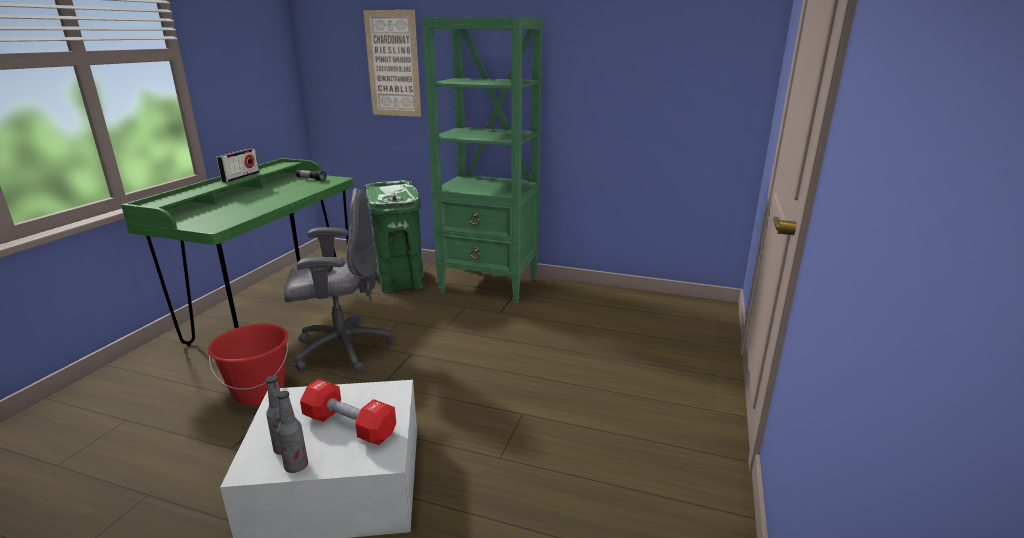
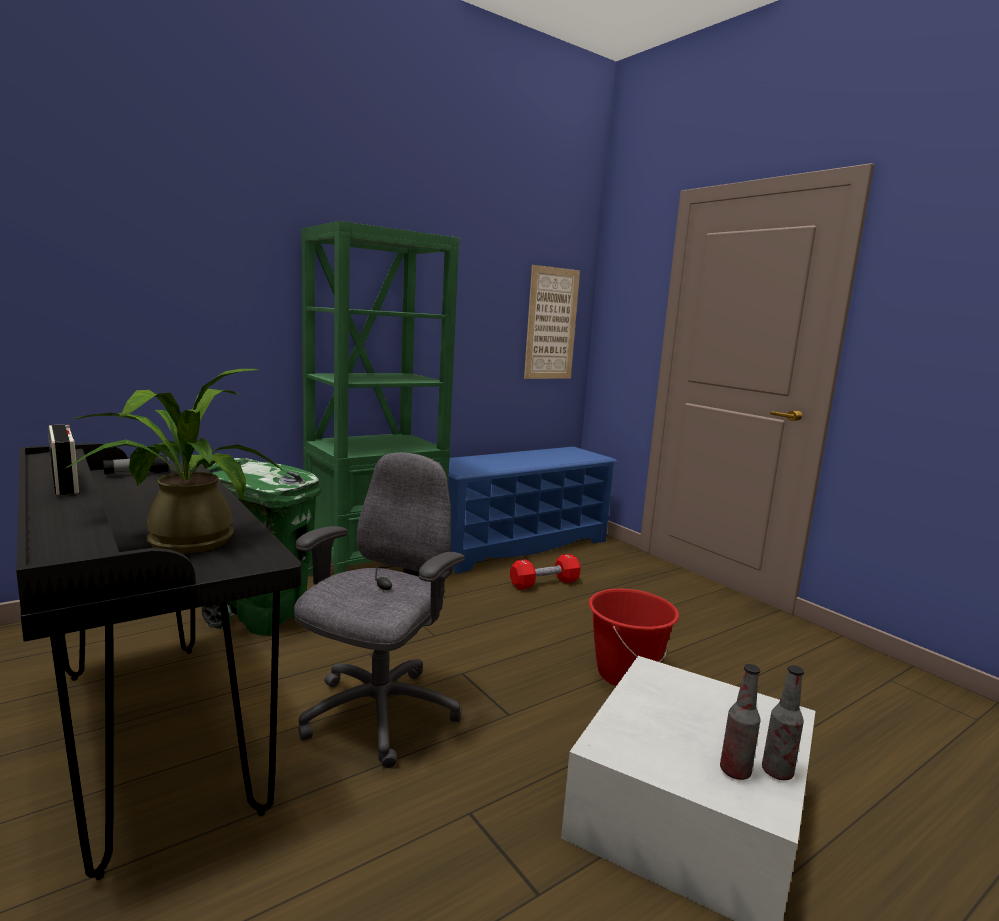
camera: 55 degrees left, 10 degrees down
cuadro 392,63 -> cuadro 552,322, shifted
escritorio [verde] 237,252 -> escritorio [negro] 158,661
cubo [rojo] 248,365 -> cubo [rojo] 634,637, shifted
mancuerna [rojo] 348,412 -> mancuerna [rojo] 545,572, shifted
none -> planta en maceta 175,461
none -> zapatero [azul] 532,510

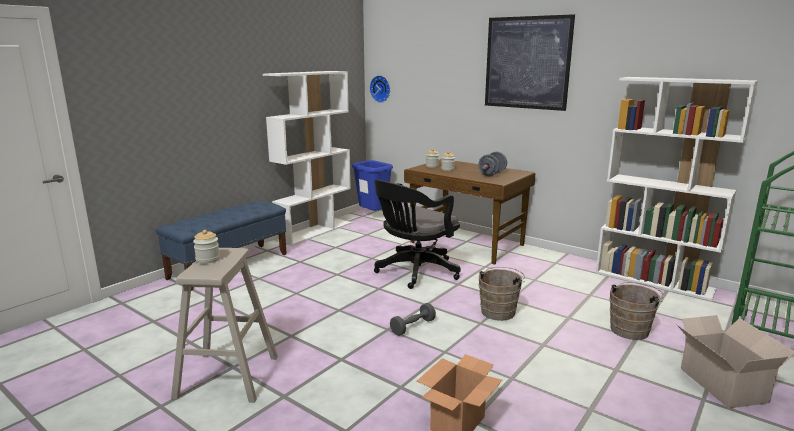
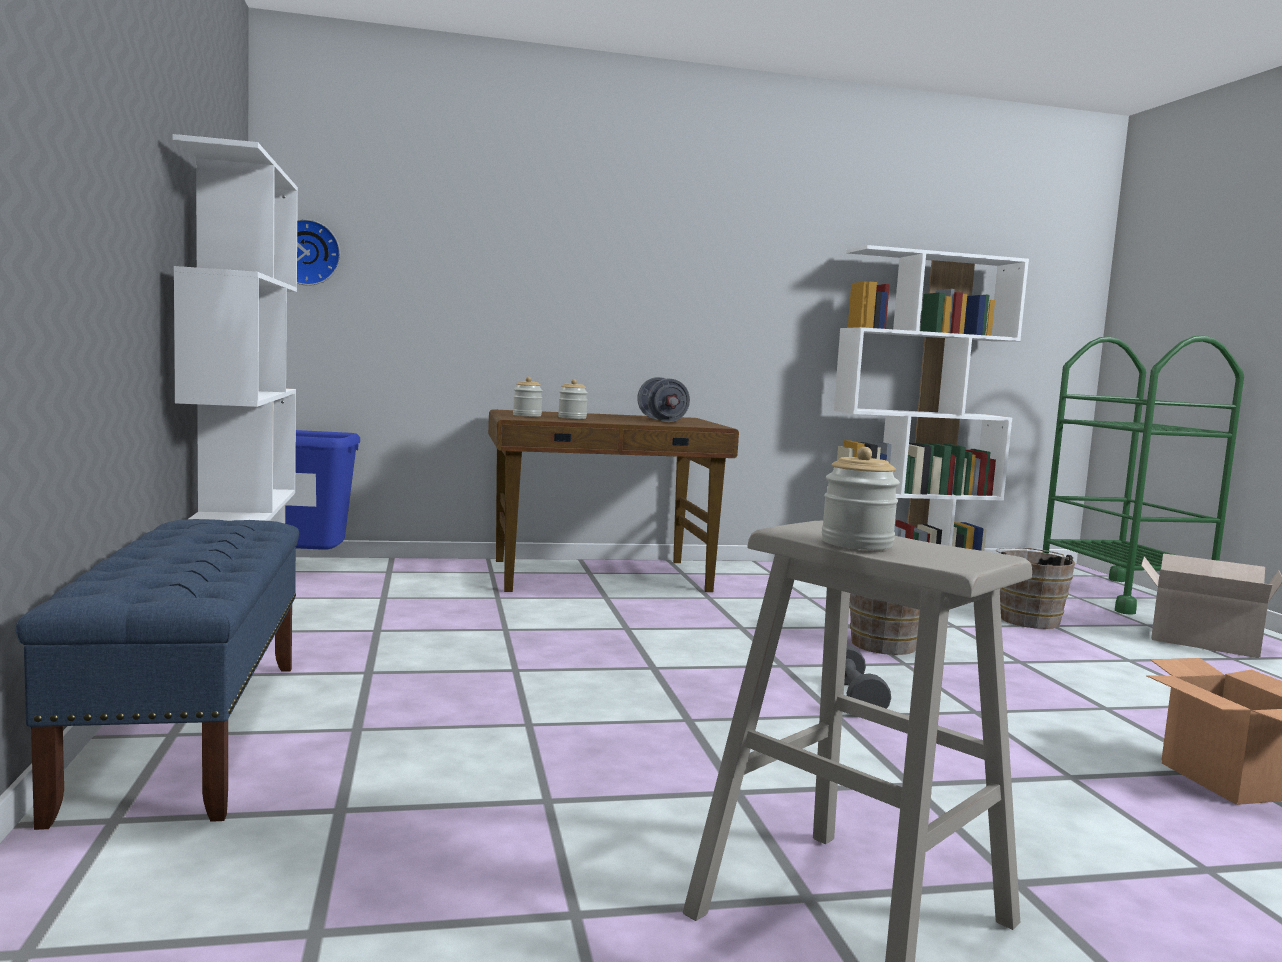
camera: 50 degrees left, 10 degrees down
cuadro 530,62 -> none
silla de oficina [negro] 417,234 -> none

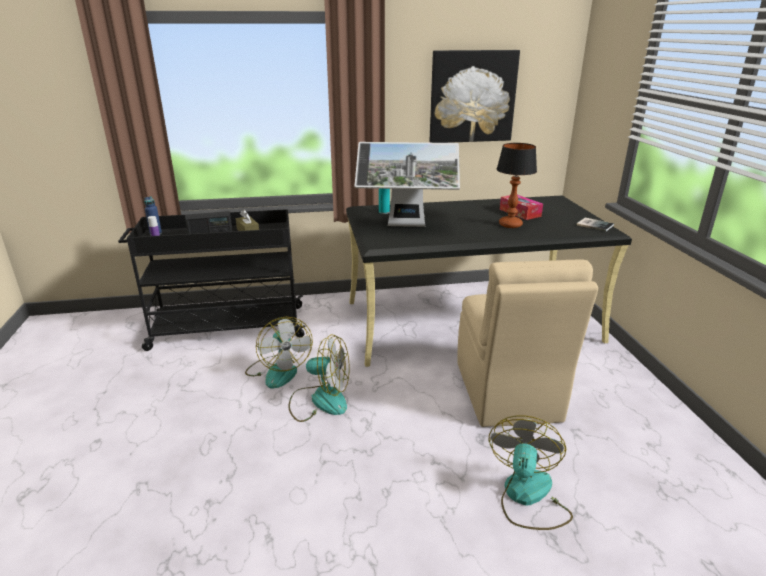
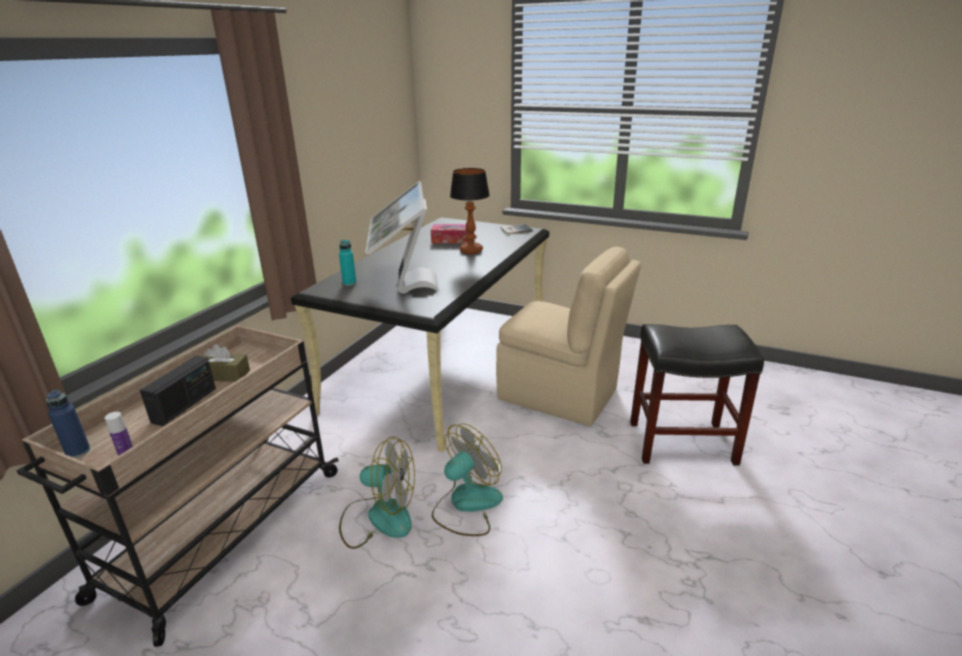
camera: 55 degrees left, 0 degrees up
cuadro 474,96 -> none
monitor 407,184 -> monitor 402,237, 135 degrees clockwise
carrito [negro] 212,280 -> carrito [beis] 178,486
ventilador 531,473 -> taburete [negro] 697,395

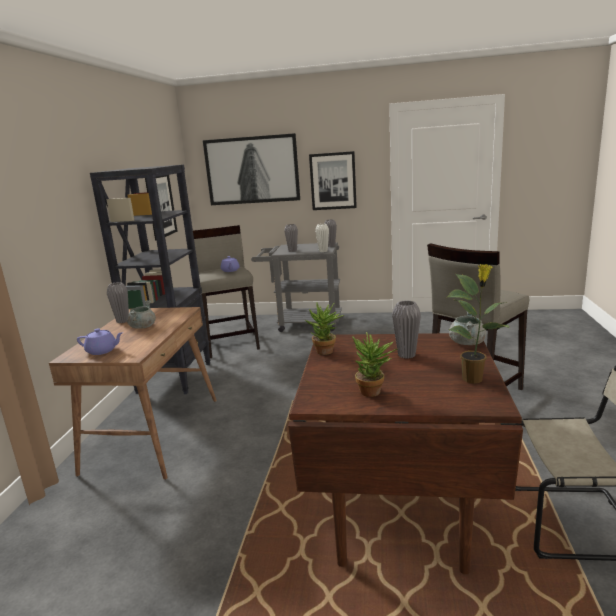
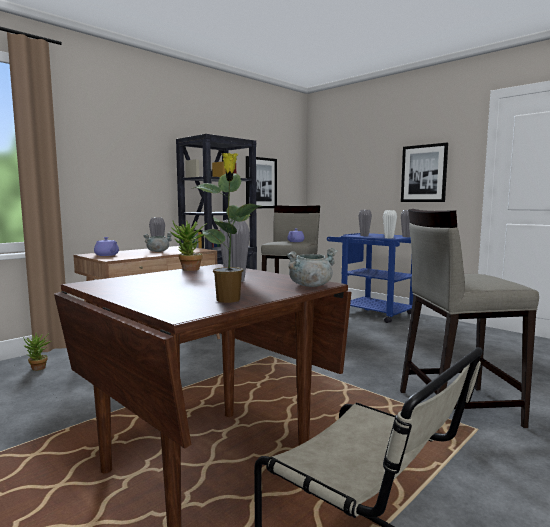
camera: 35 degrees right, 10 degrees down
cuadro 251,169 -> none
carrito [gris] 296,287 -> carrito [azul] 370,278
planta en maceta 374,364 -> planta en maceta 37,352, shifted

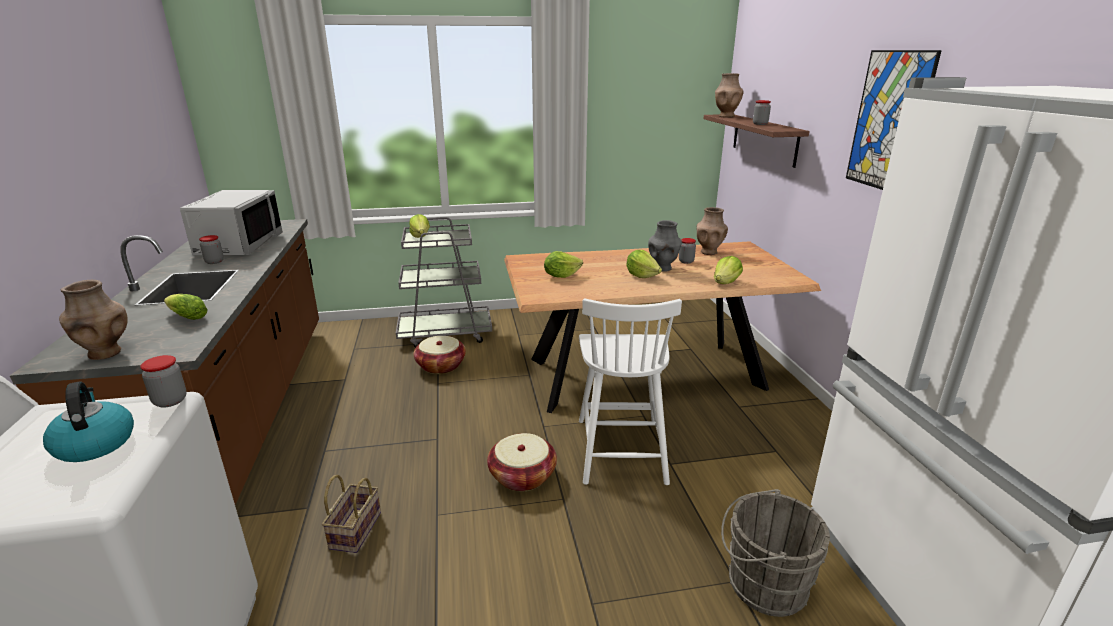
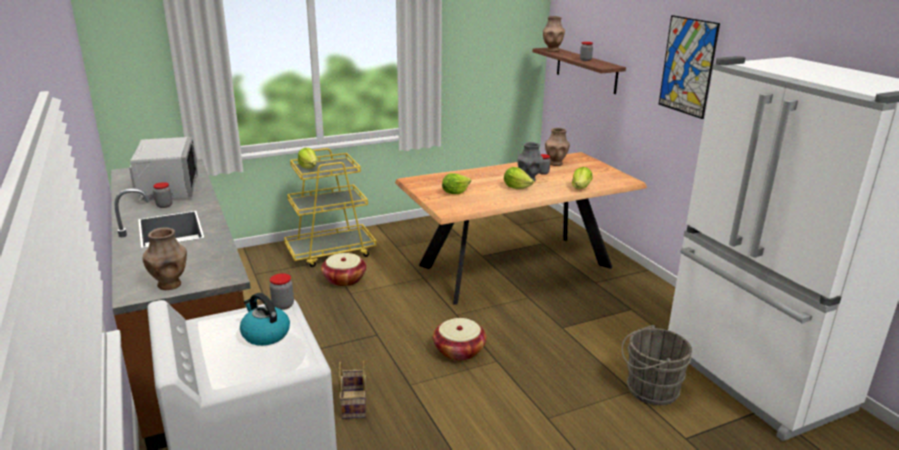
camera: 15 degrees left, 0 degrees up
carrito [gris] 444,282 -> carrito [amarillo] 330,207
lechuga 186,307 -> none
silla [blanco] 630,391 -> none

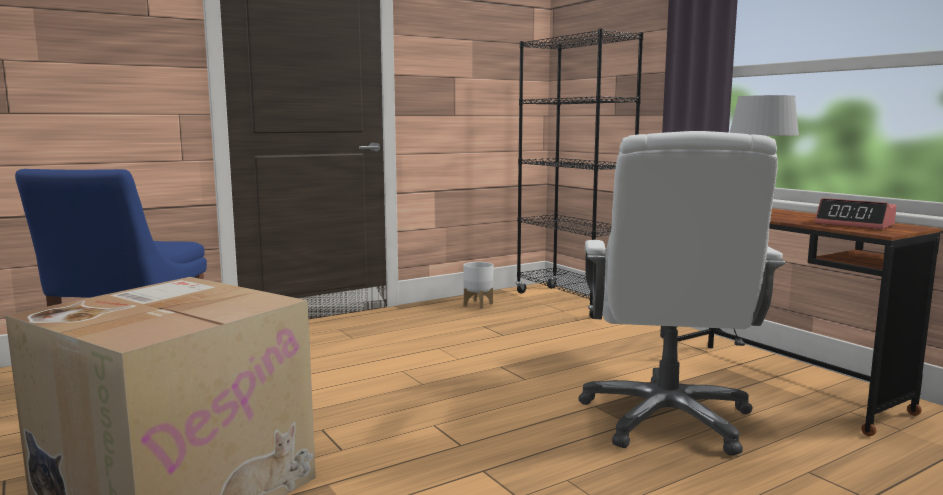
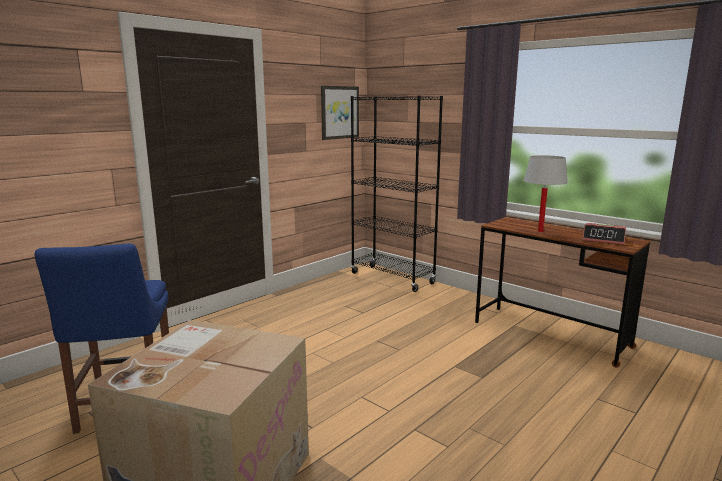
camera: 15 degrees left, 5 degrees up
silla de oficina [blanco] 681,293 -> none
maceta [blanco] 478,285 -> none
none -> cuadro 340,113

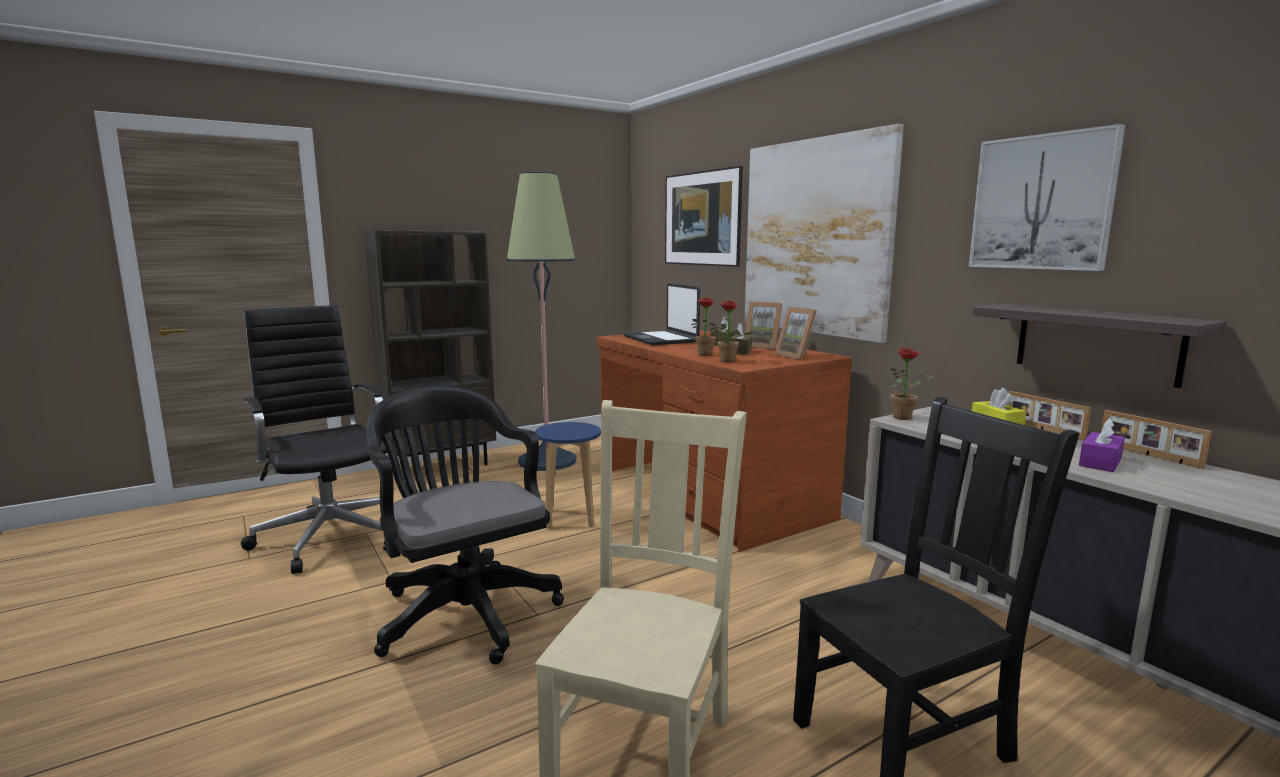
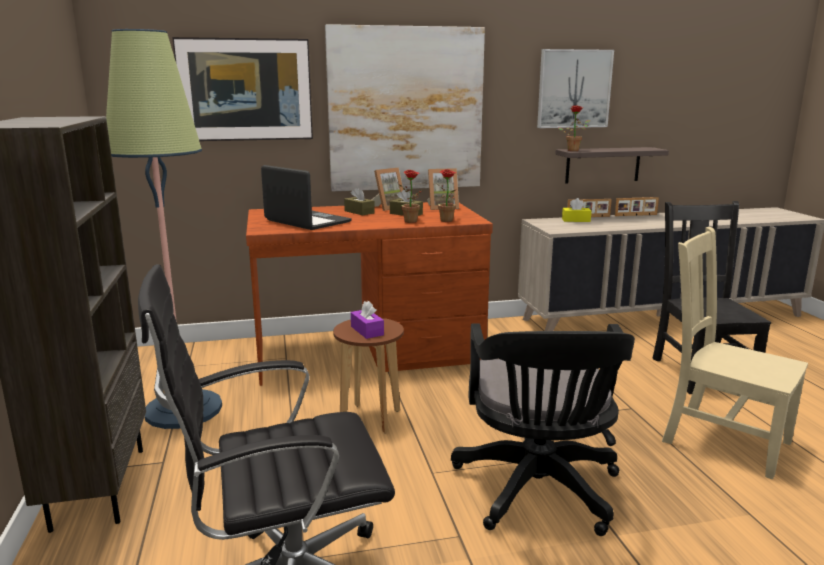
camera: 70 degrees left, 5 degrees up
portátil 662,314 -> portátil 306,197, 135 degrees counterclockwise
planta en maceta 913,384 -> planta en maceta 574,128, shifted
silla de oficina [negro] 465,525 -> silla de oficina [negro] 543,429, 75 degrees counterclockwise
caja de pañuelos [morado] 1102,445 -> caja de pañuelos [morado] 367,320, shifted
taburete [azul] 568,475 -> taburete [marrón] 368,375

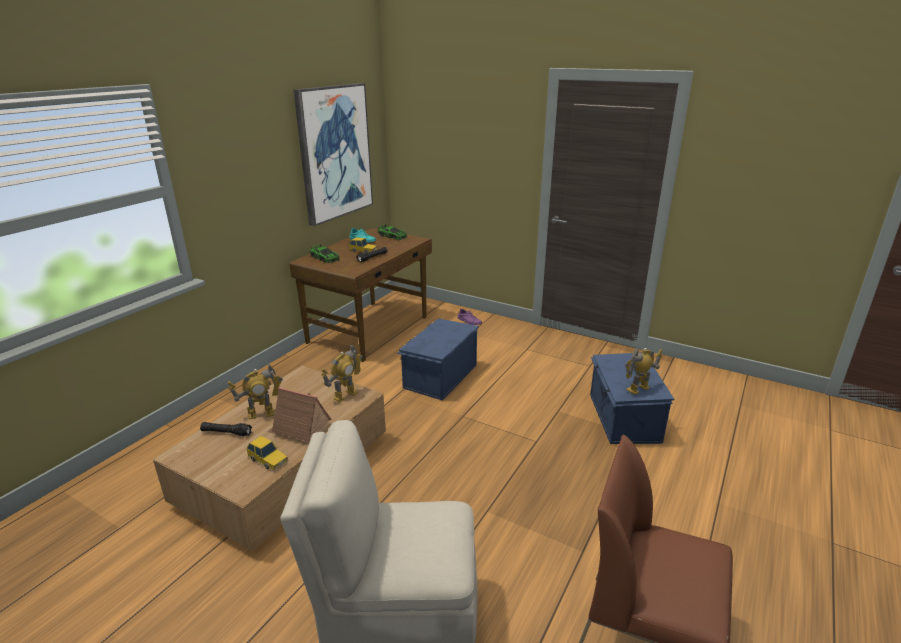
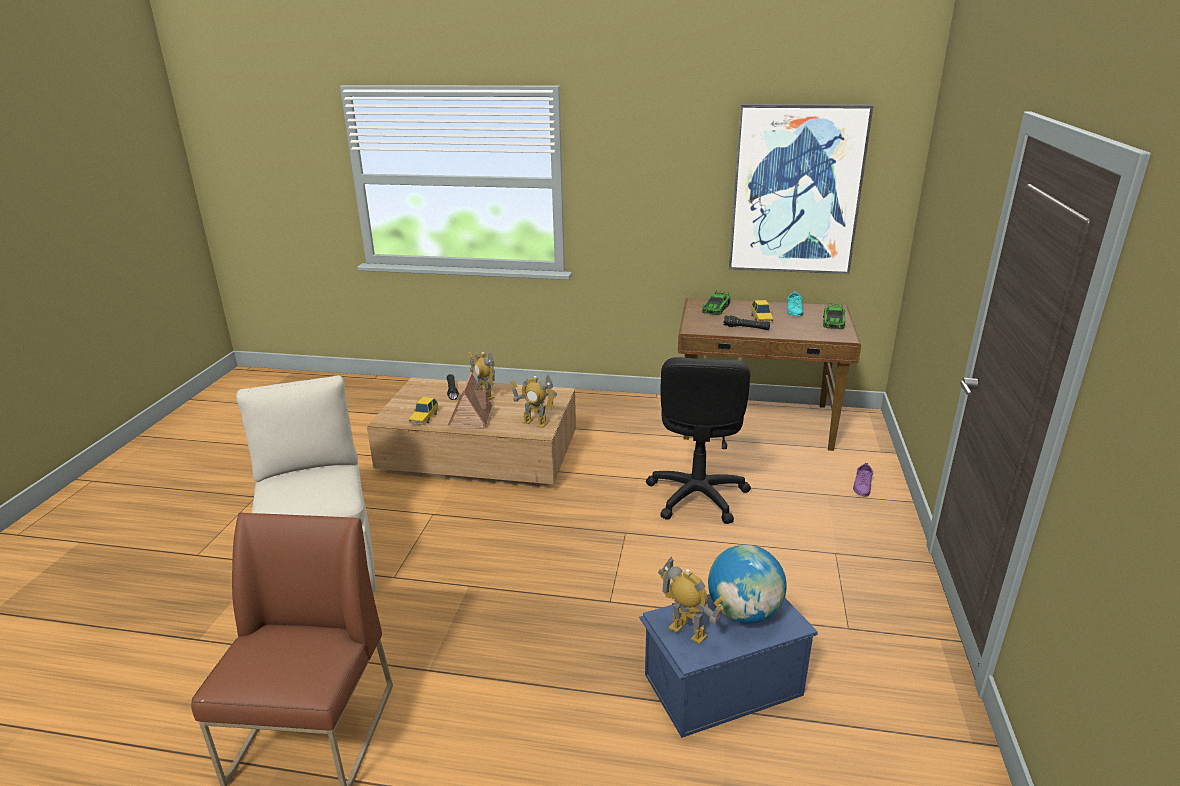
camera: 70 degrees right, 0 degrees up
caja de almacenaje [azul] 438,359 -> silla de oficina [negro] 698,440
none -> globo terráqueo 747,584

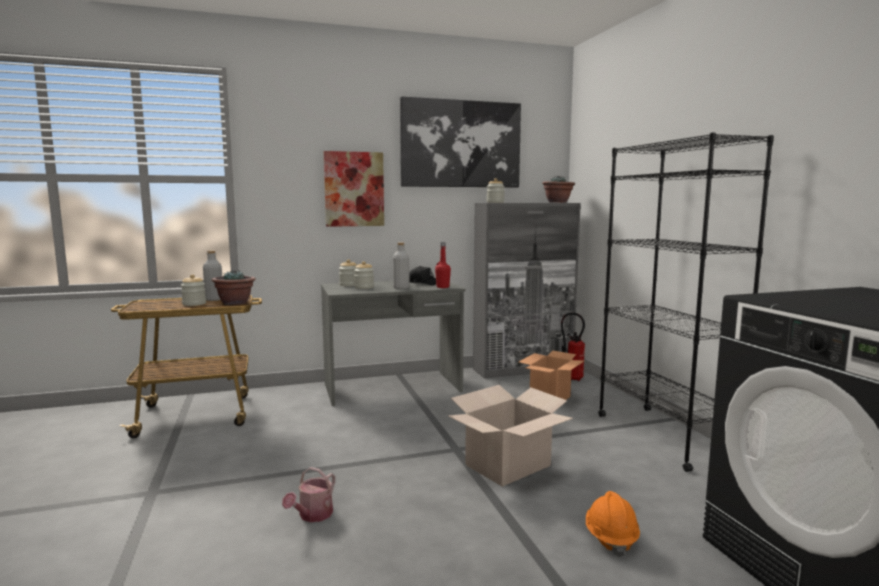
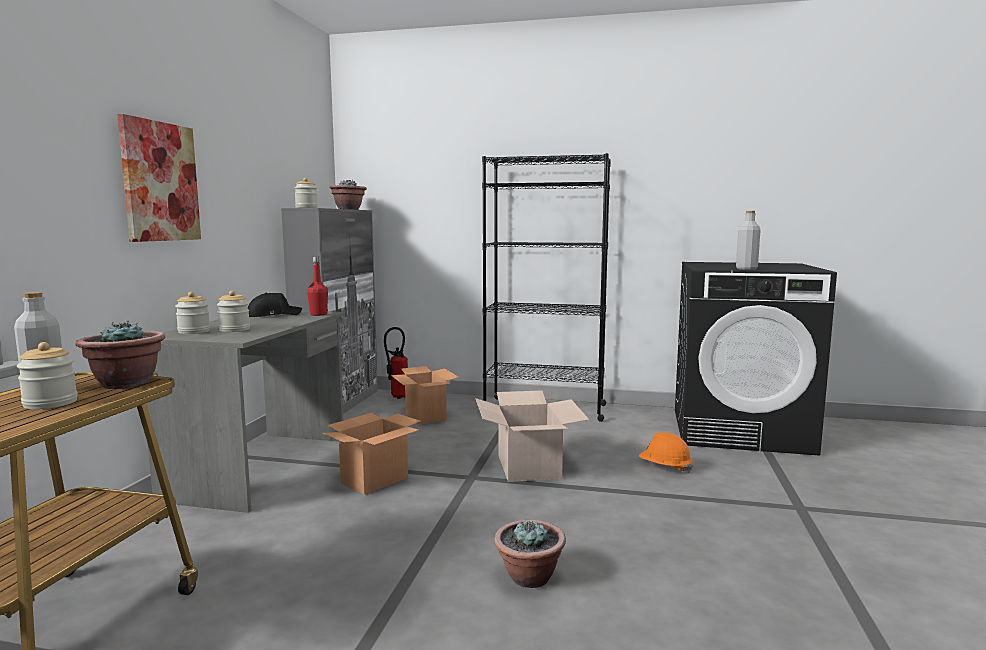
camera: 60 degrees left, 0 degrees up
cuadro 460,142 -> none
botella [gris] 401,265 -> botella [gris] 748,240, shifted
regadera 308,494 -> planta en maceta 530,553
none -> caja de cartón 371,454

